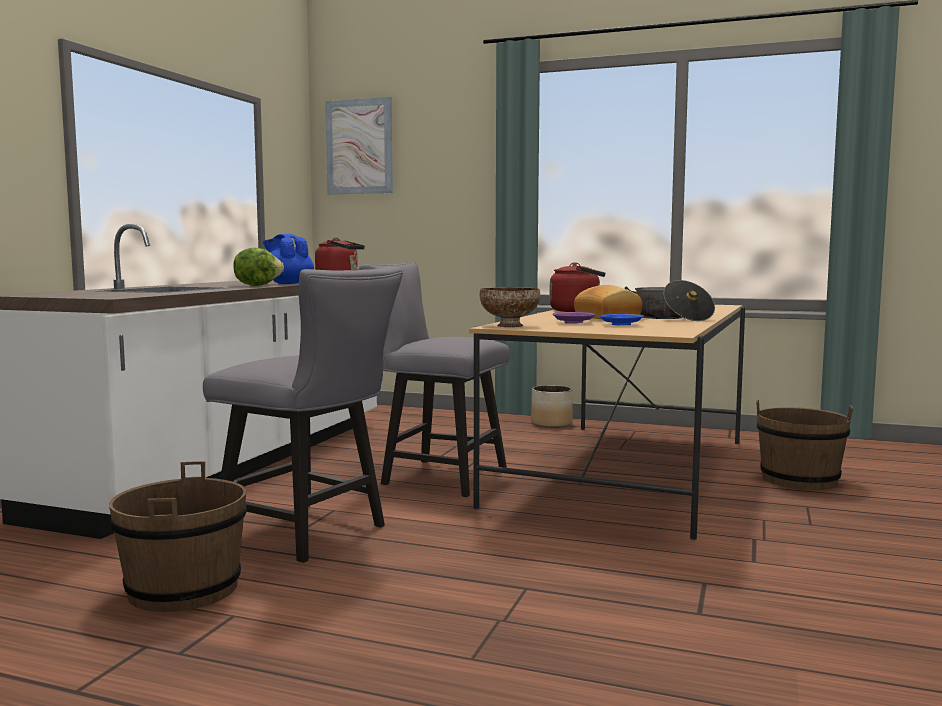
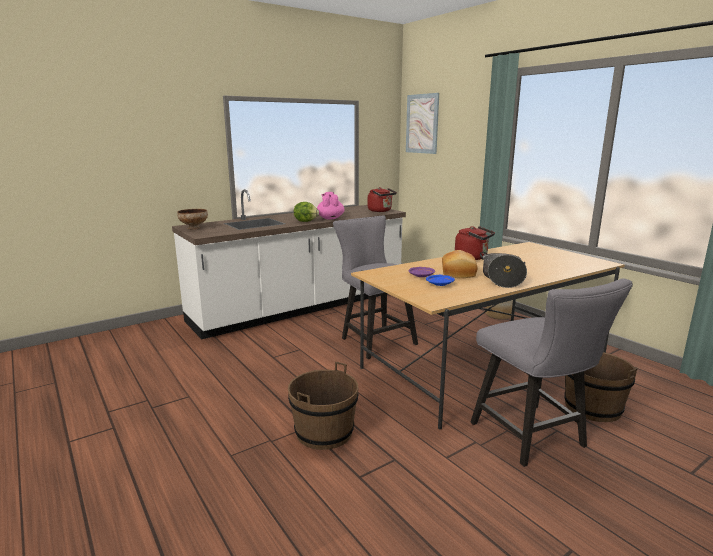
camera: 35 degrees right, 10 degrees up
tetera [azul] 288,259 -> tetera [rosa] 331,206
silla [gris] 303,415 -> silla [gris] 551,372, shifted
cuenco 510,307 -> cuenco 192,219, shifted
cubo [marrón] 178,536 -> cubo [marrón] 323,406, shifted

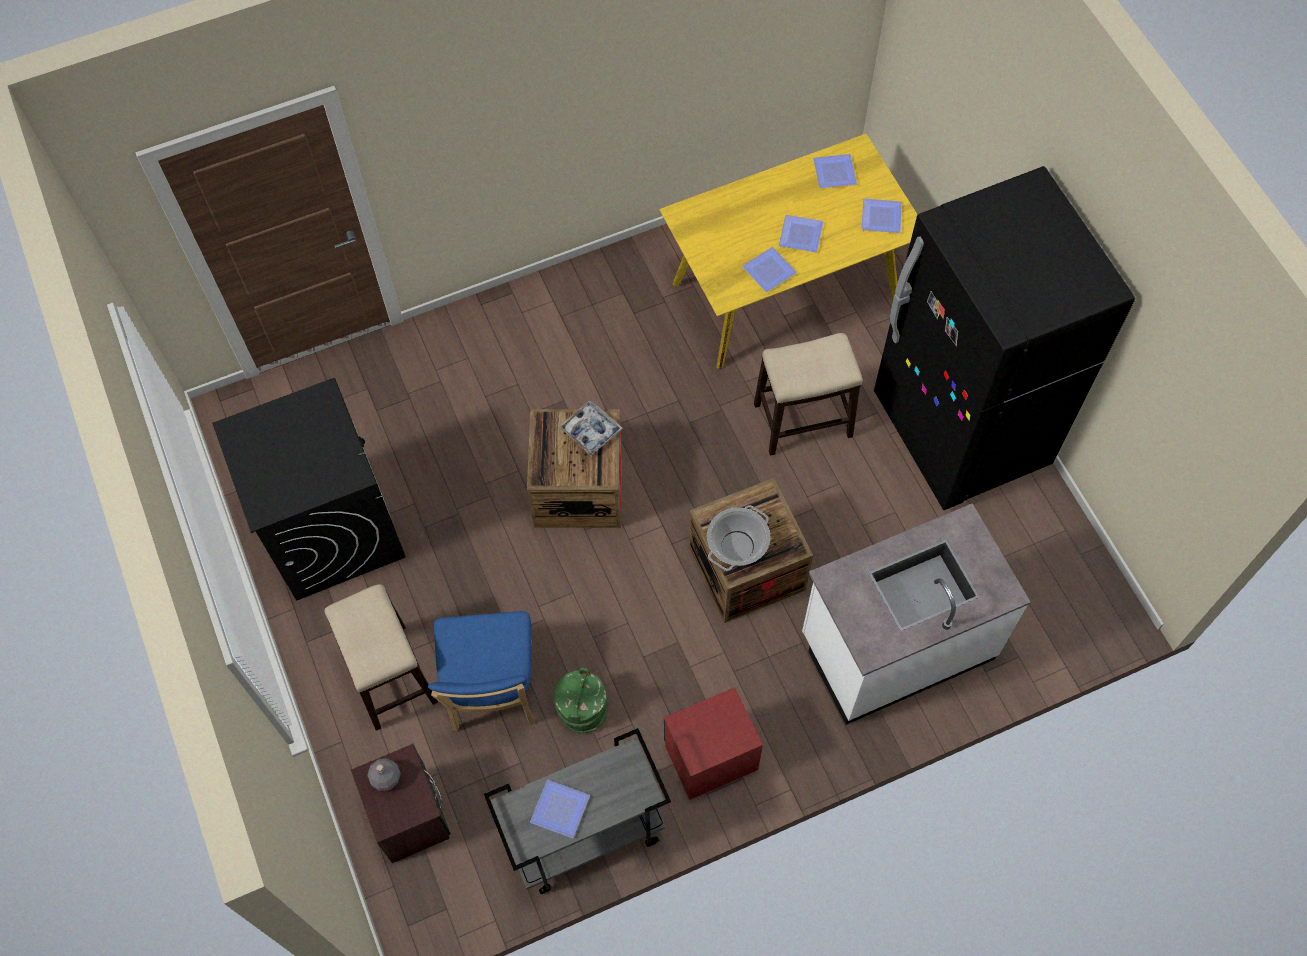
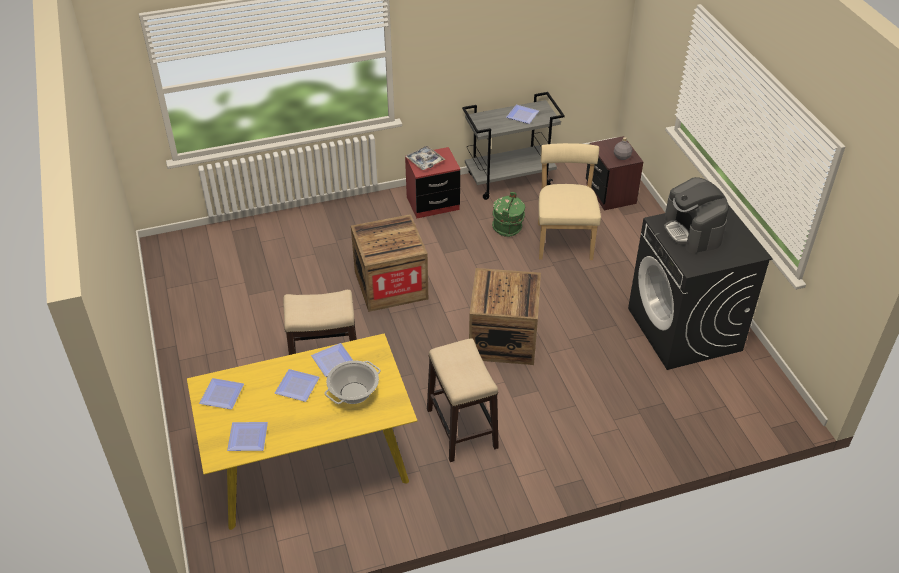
camera: 175 degrees left, 20 degrees down
nevera [negro] 1004,338 -> none
bandeja 591,428 -> bandeja 425,158, shifted
mueble bajo de cocina [blanco] 916,614 -> none
olla 739,538 -> olla 352,382, shifted
taburete 381,657 -> taburete 463,400, shifted
silla [azul] 481,671 -> silla [beis] 569,201
none -> cafetera 696,215

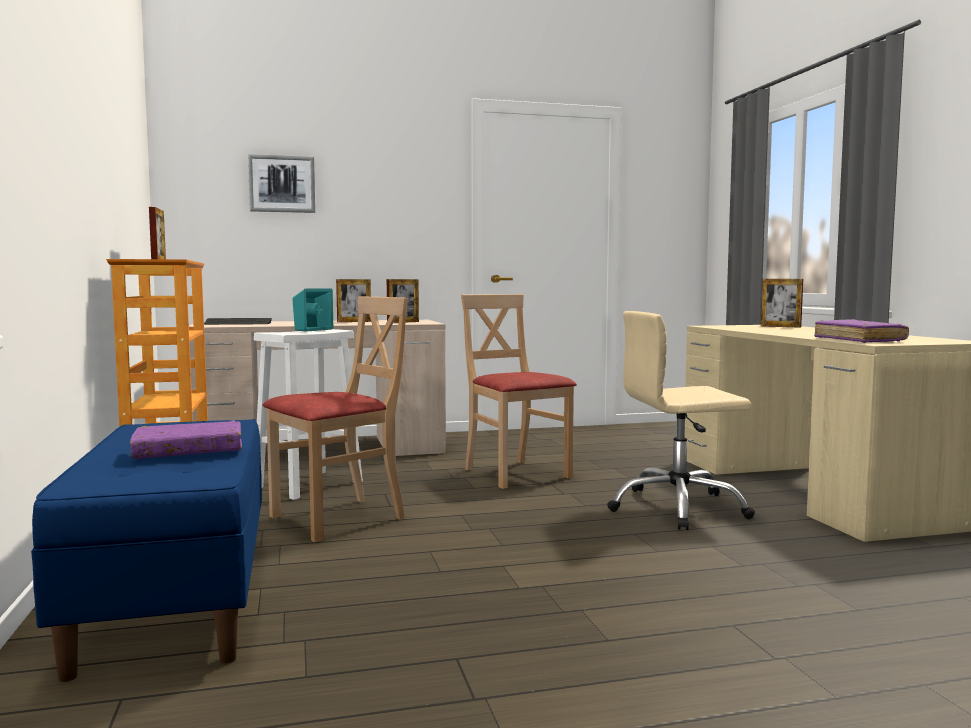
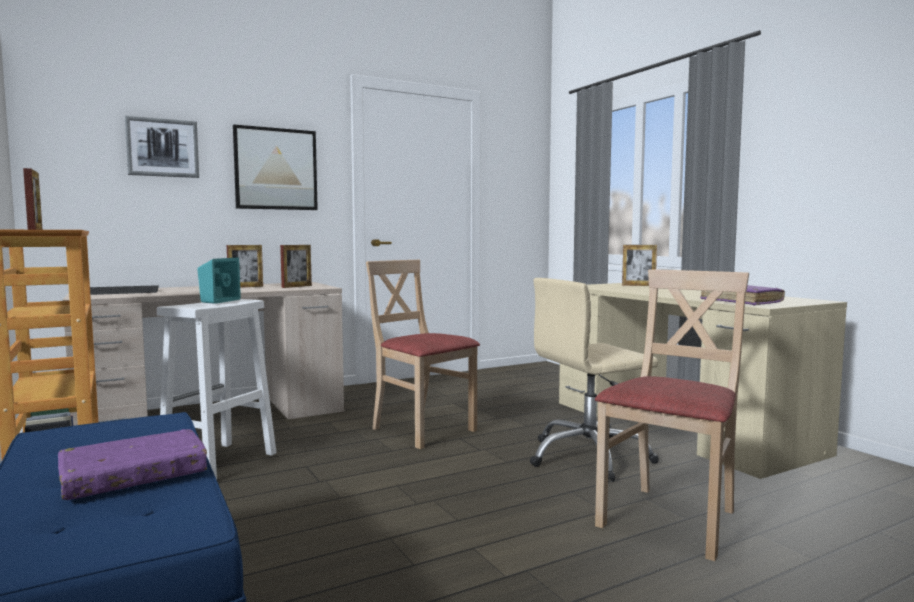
camera: 15 degrees left, 0 degrees up
silla [beis] 335,419 -> silla [beis] 672,415, shifted
none -> cuadro 275,167

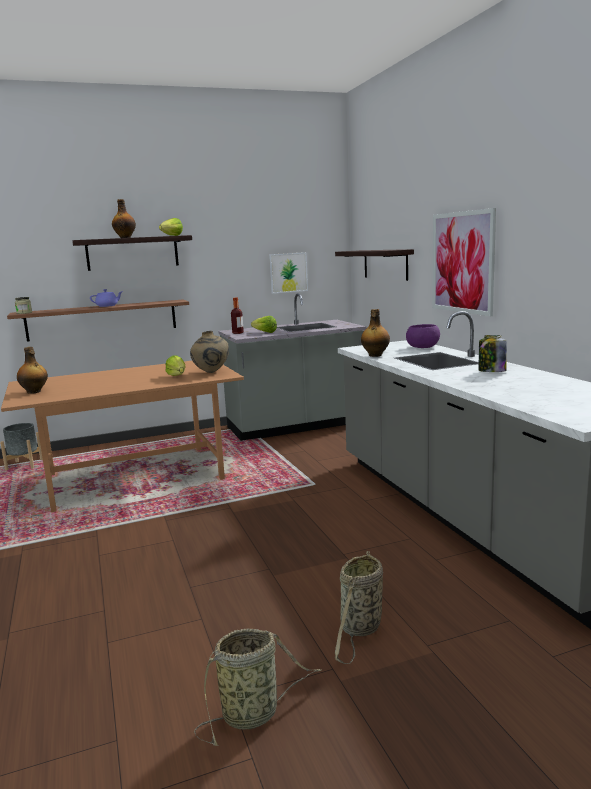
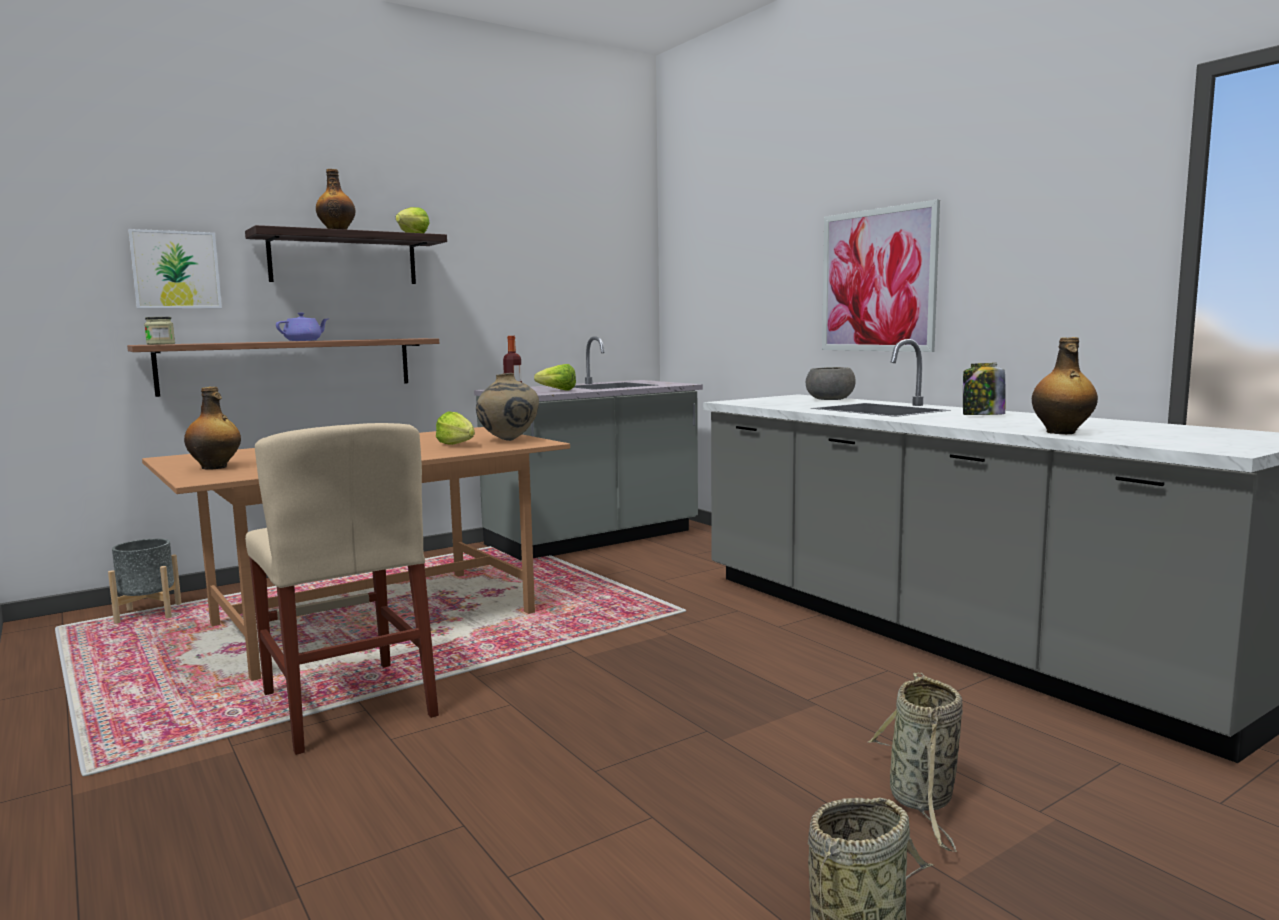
camera: 15 degrees left, 5 degrees down
estante 374,265 -> none
cuadro 288,273 -> cuadro 175,268, shifted
botella 375,333 -> botella 1065,385, shifted
cuenco [morado] 423,336 -> cuenco [gris] 831,383
none -> silla [beis] 342,589

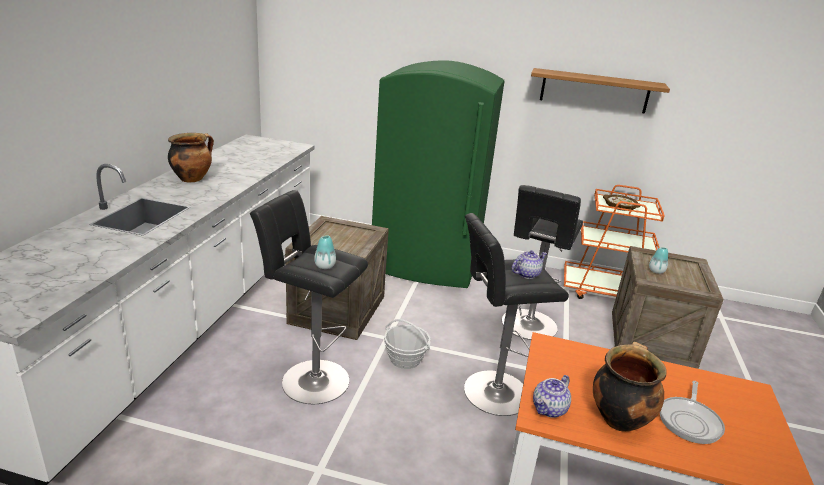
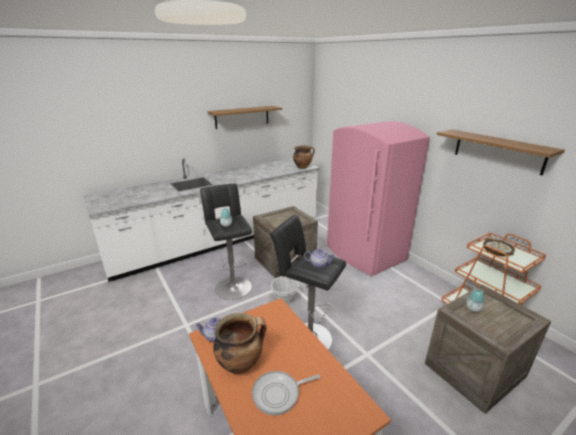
camera: 45 degrees right, 0 degrees up
nevera [verde] 438,174 -> nevera [rosa] 378,198
olla 191,157 -> olla 304,157, shifted
taburete [negro] 542,262 -> none
none -> estante 245,117

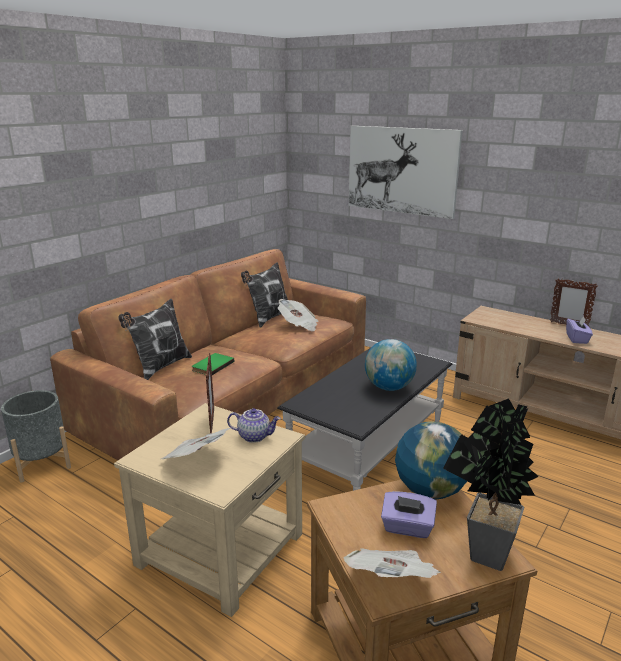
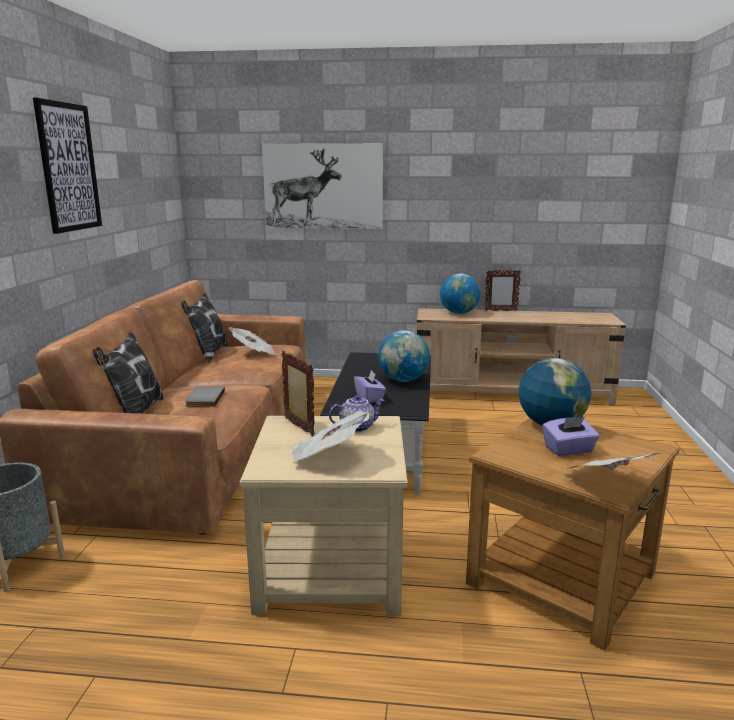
camera: 30 degrees left, 5 degrees down
caja de pañuelos [morado] 579,330 -> caja de pañuelos [morado] 370,386, shifted
libro [verde] 213,364 -> libro [gris] 205,396
planta en maceta 491,484 -> none
none -> cuadro 67,166
none -> globo terráqueo 460,293

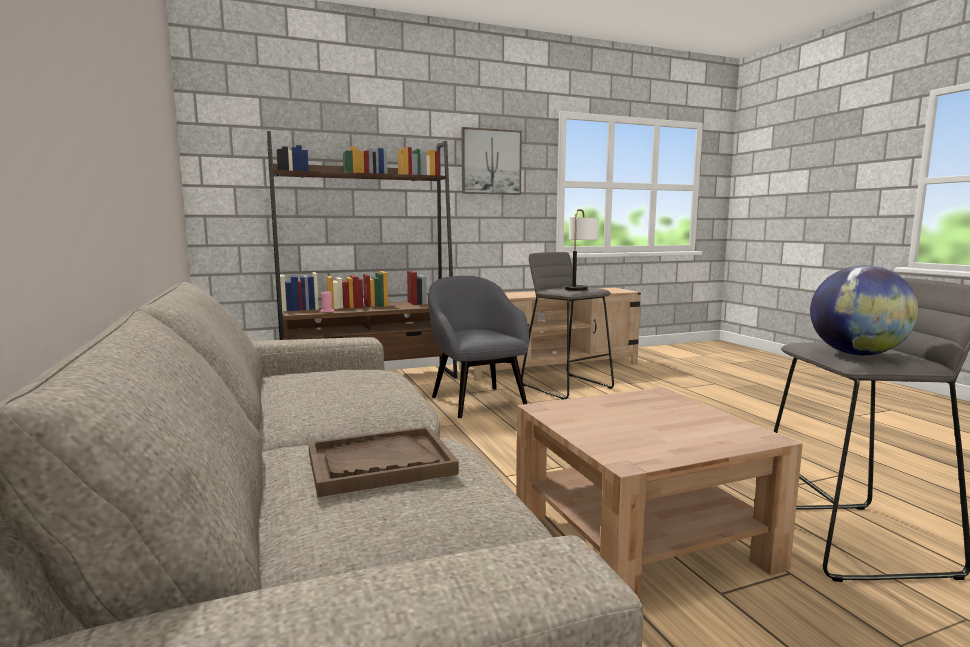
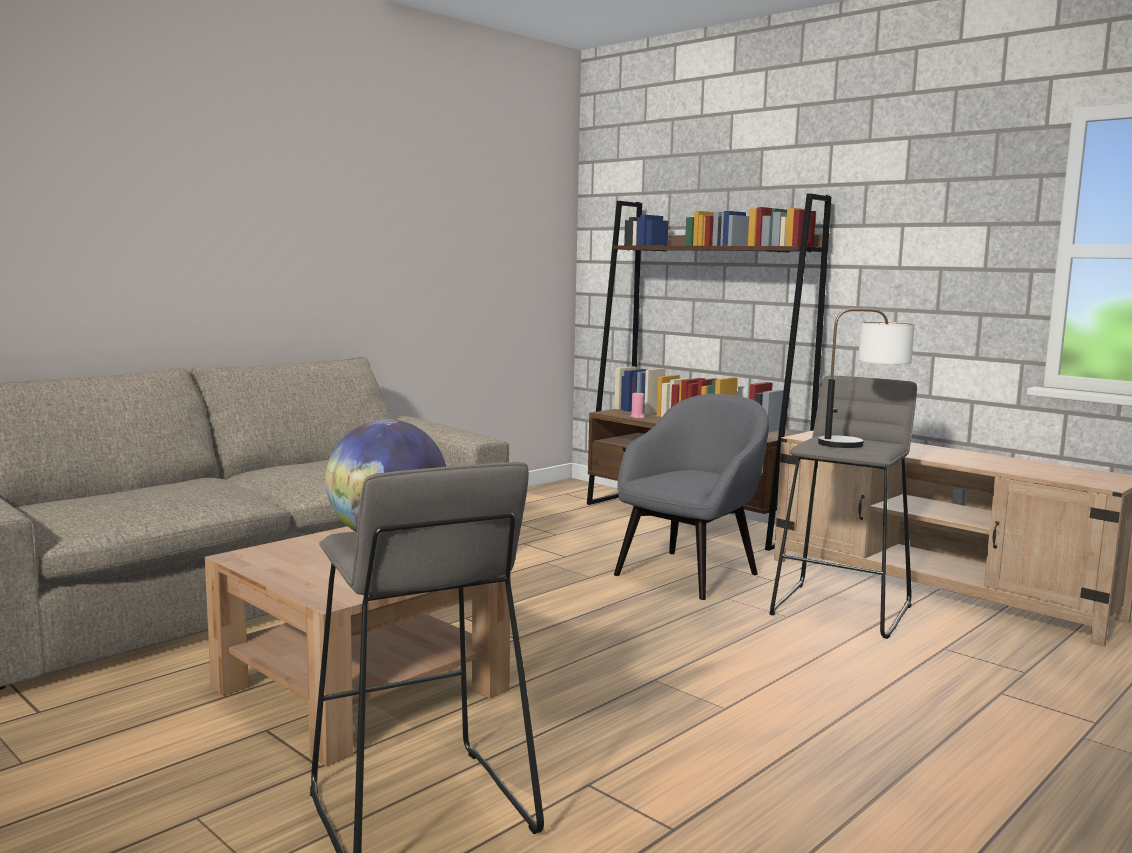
camera: 65 degrees right, 0 degrees up
cuadro 491,161 -> none
bandeja [marrón] 383,461 -> none

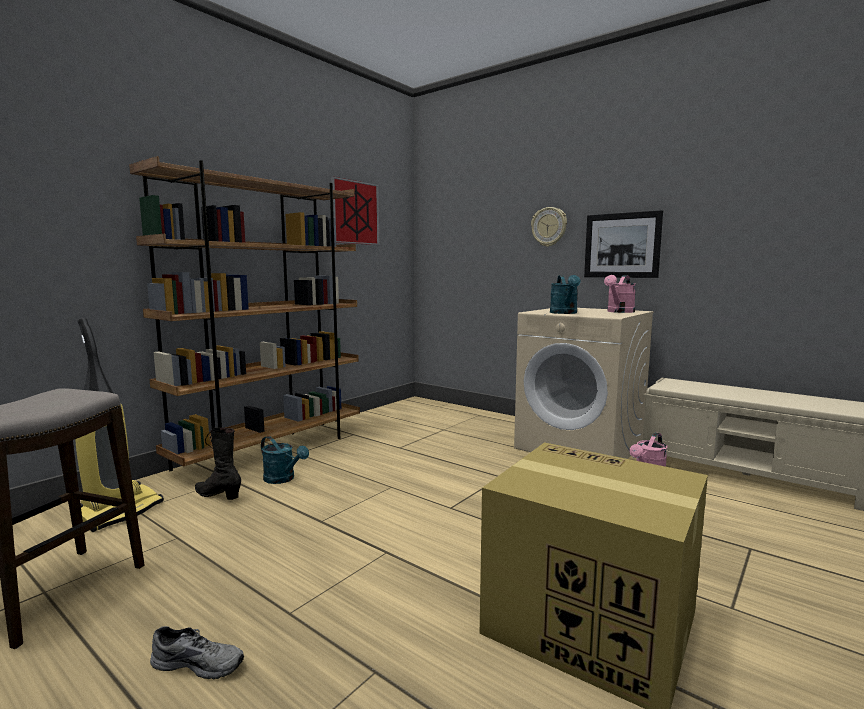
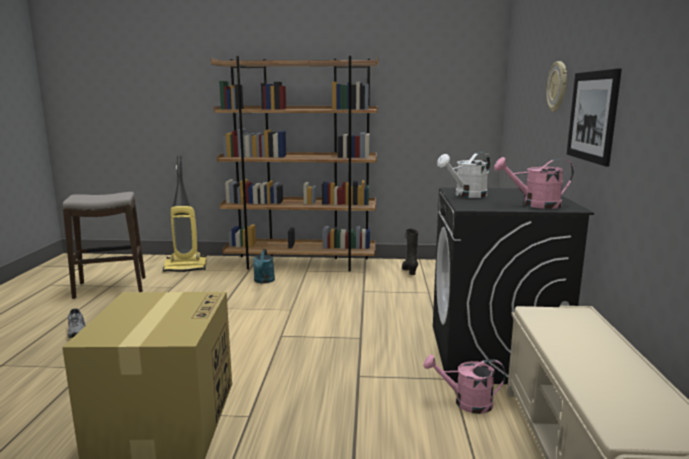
camera: 55 degrees right, 5 degrees up
cuadro 355,211 -> none
regadera [turquesa] 565,294 -> regadera [blanco] 463,174
lavadora [beis] 584,383 -> lavadora [negro] 513,286
bota [negro] 218,463 -> bota [negro] 410,252, shifted

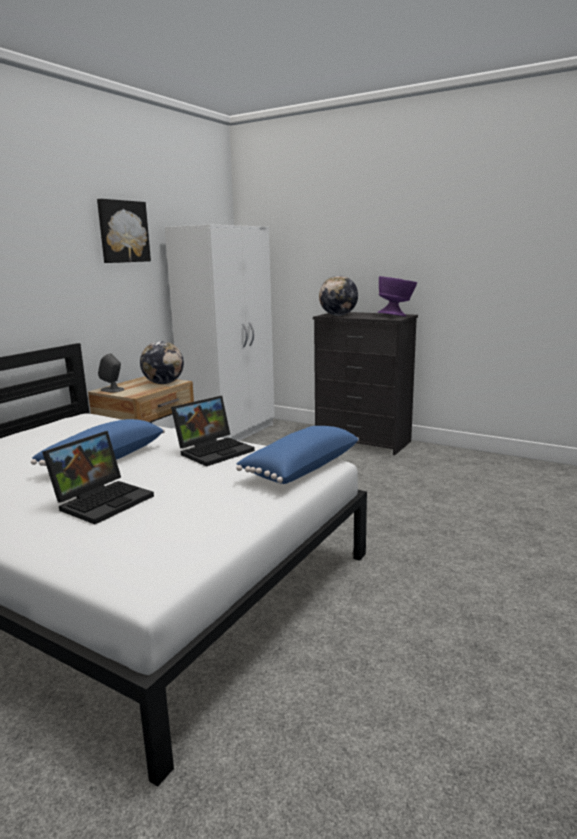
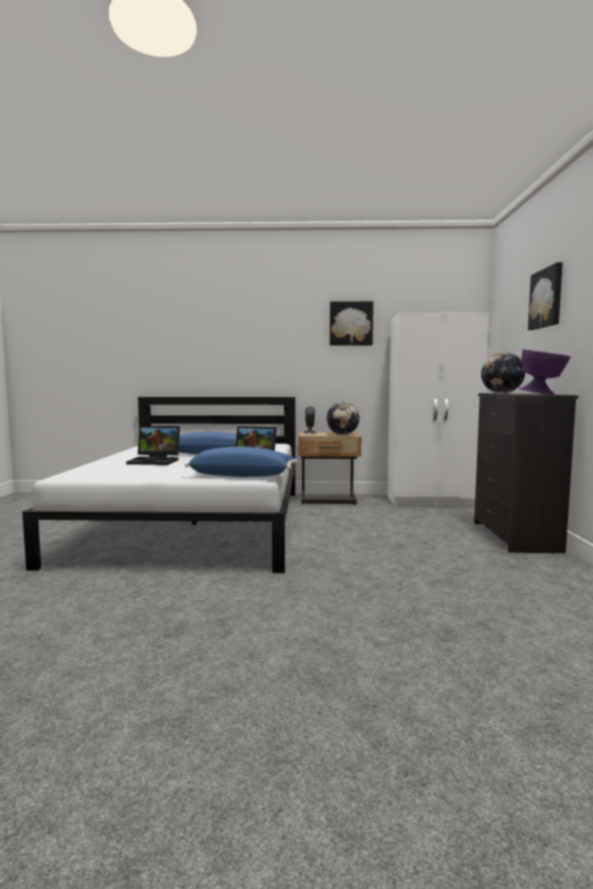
camera: 60 degrees right, 10 degrees down
none -> cuadro 545,296

